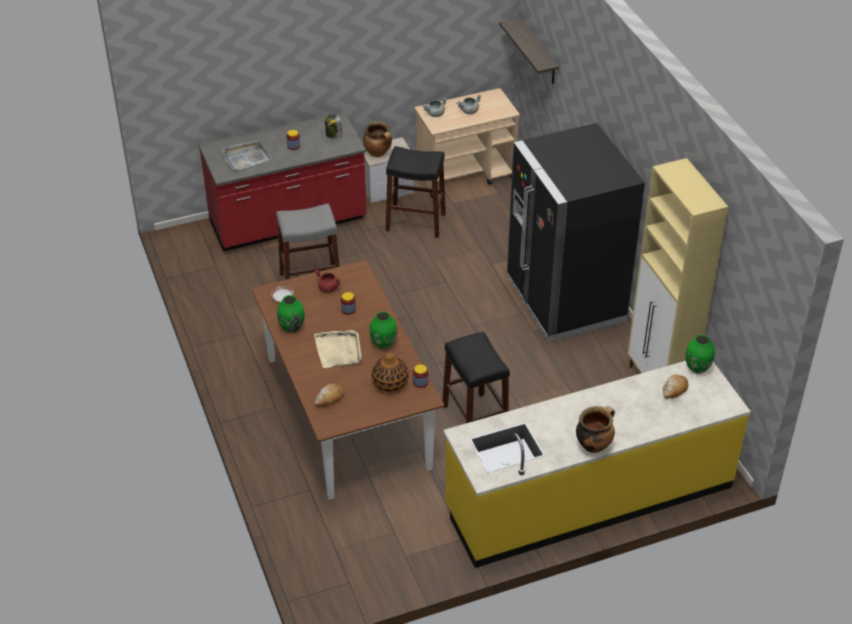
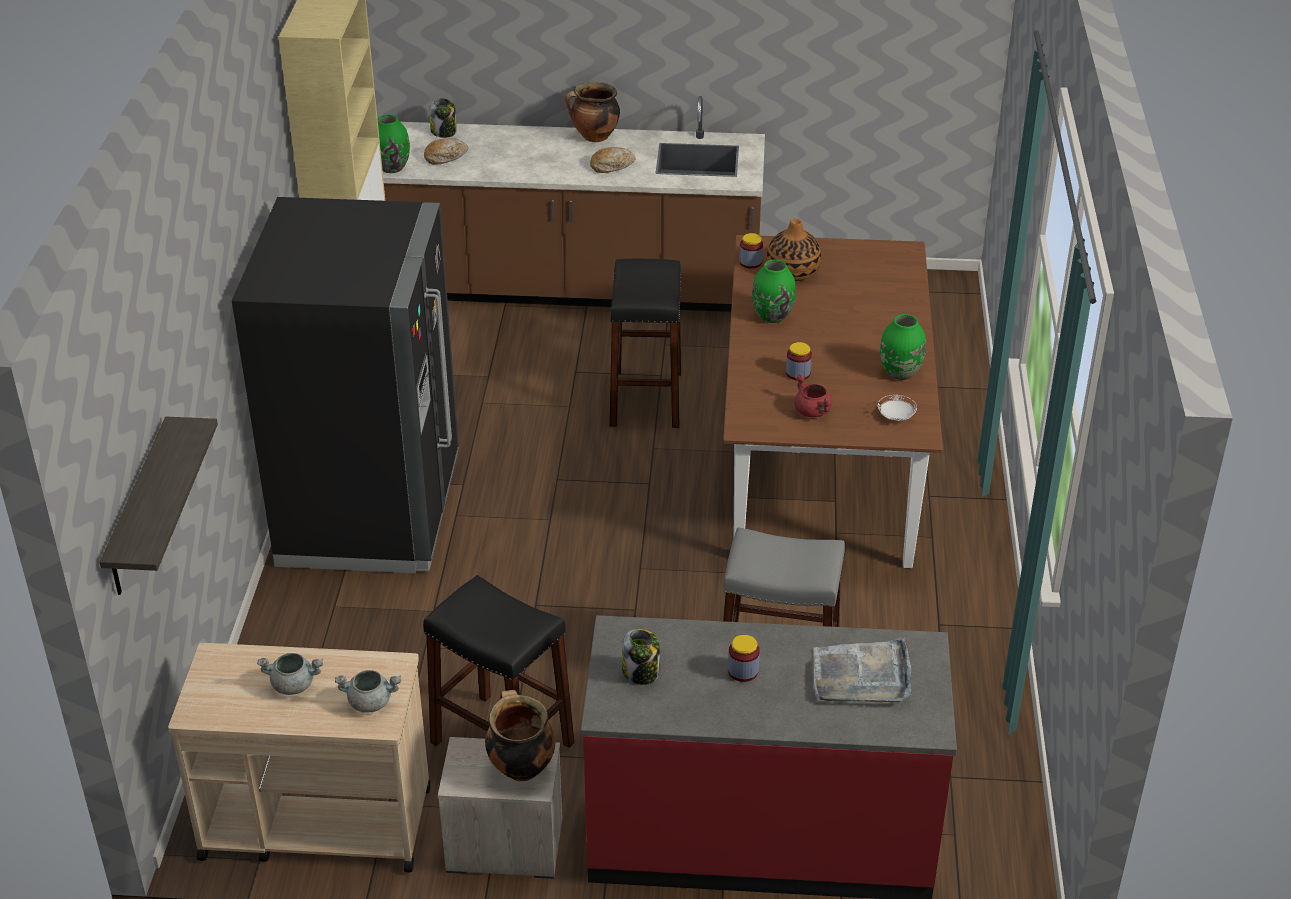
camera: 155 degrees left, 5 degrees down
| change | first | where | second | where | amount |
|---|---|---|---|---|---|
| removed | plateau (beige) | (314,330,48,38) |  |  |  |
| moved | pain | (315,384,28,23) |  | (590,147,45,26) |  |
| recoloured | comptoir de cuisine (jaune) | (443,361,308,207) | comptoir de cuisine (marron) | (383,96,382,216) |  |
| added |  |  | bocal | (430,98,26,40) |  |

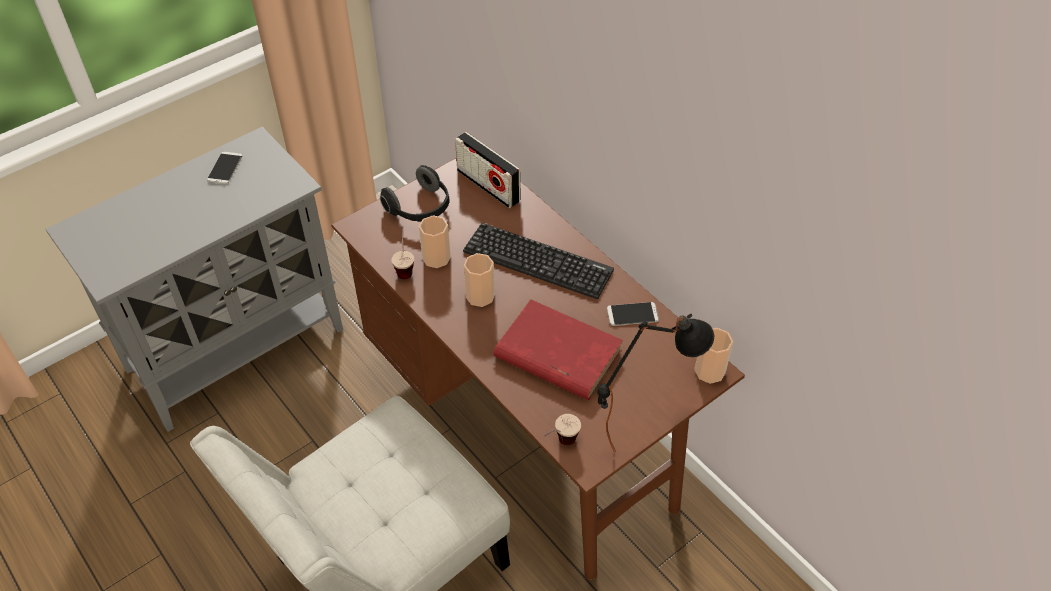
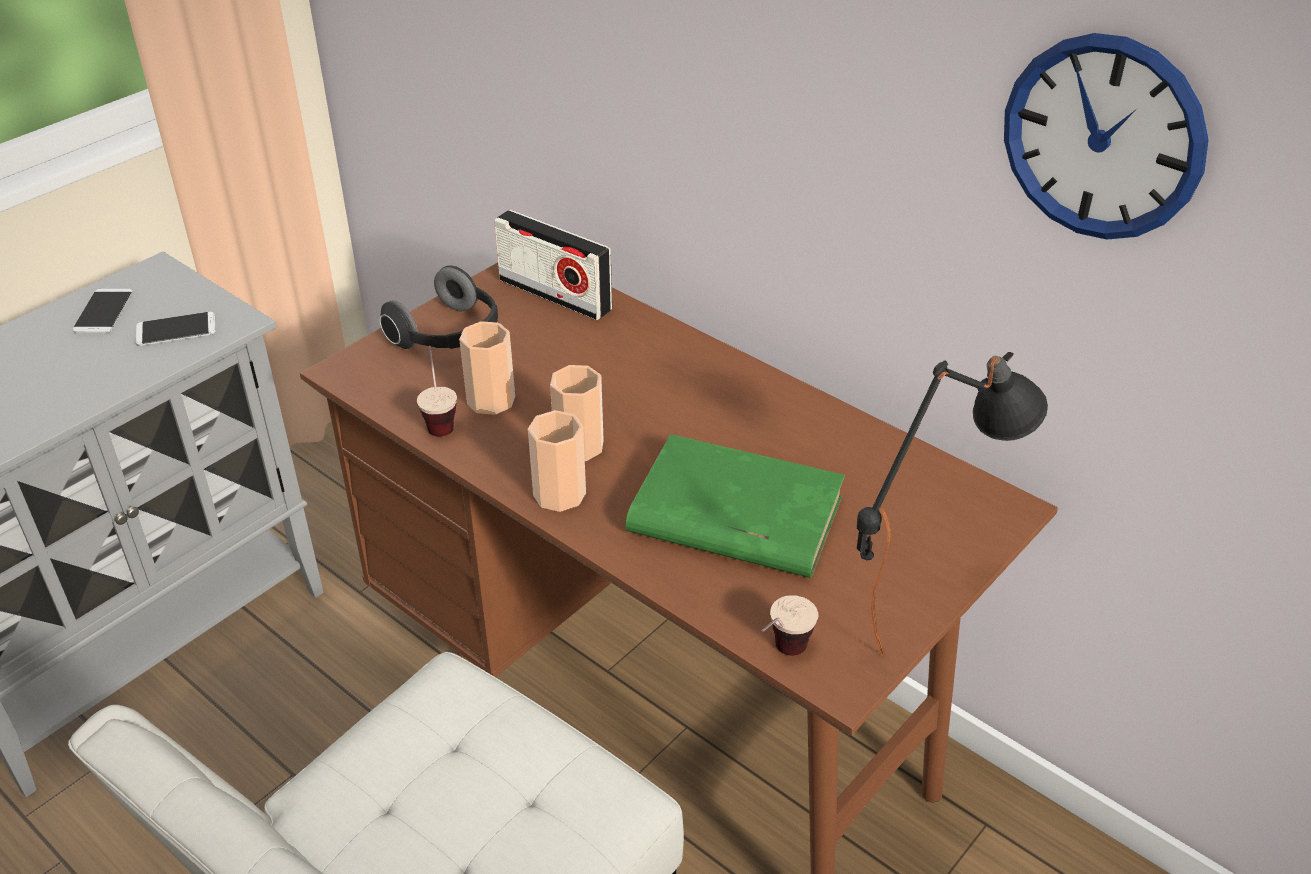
camera: 10 degrees left, 10 degrees down
| change | first | where | second | where | amount |
|---|---|---|---|---|---|
| removed | clavier | (463,223,151,76) |  |  |  |
| recoloured | livre (rouge) | (493,299,130,101) | livre (vert) | (625,434,220,144) |  |
| moved | téléphone | (607,302,52,24) |  | (135,312,81,34) |  |
| moved | tasse | (694,328,39,56) |  | (528,410,58,102) |  |
| added |  |  | horloge murale | (1004,33,205,206) |  |

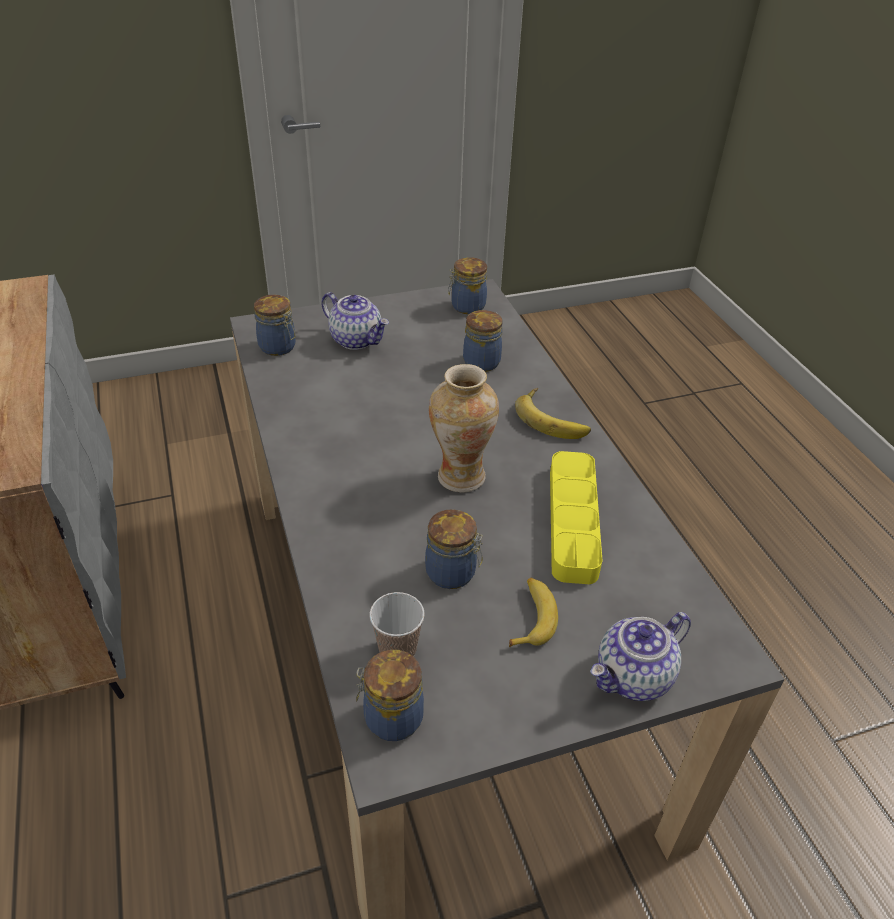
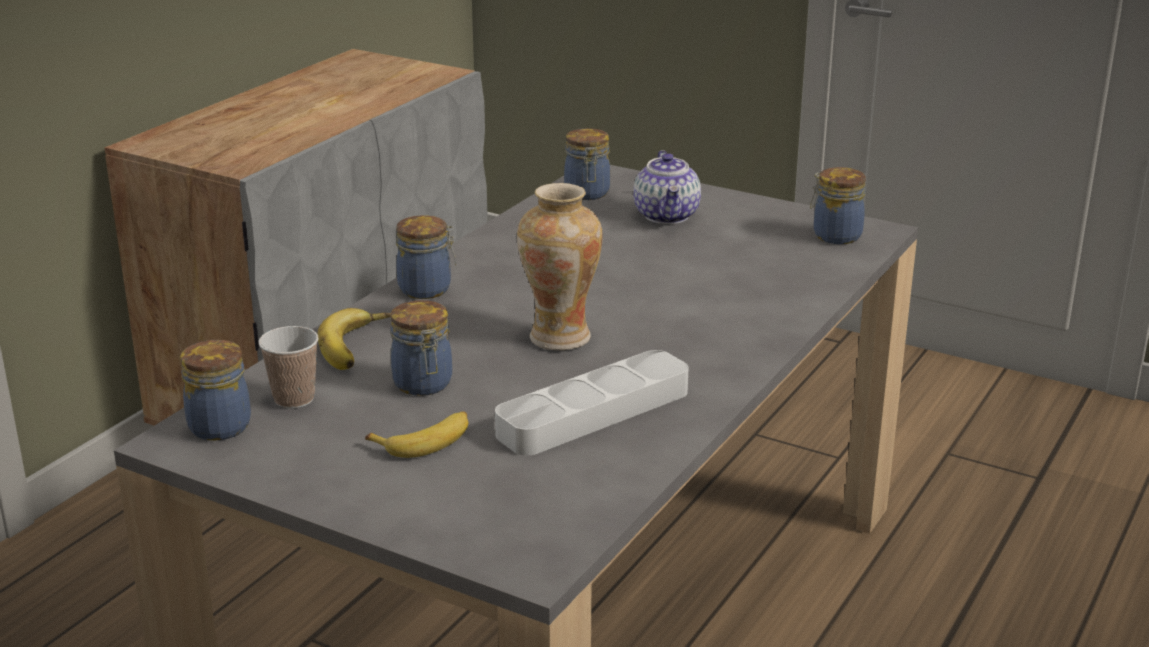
camera: 50 degrees right, 15 degrees down
| change | first | where | second | where | amount |
|---|---|---|---|---|---|
| moved | bocal | (463,310,40,62) |  | (396,215,60,84) |  |
| moved | banane | (515,388,76,51) |  | (317,308,74,62) |  |
| recoloured | plateau (jaune) | (550,451,52,133) | plateau (gris) | (495,350,194,105) |  |
| removed | théière | (590,612,101,89) |  |  |  |

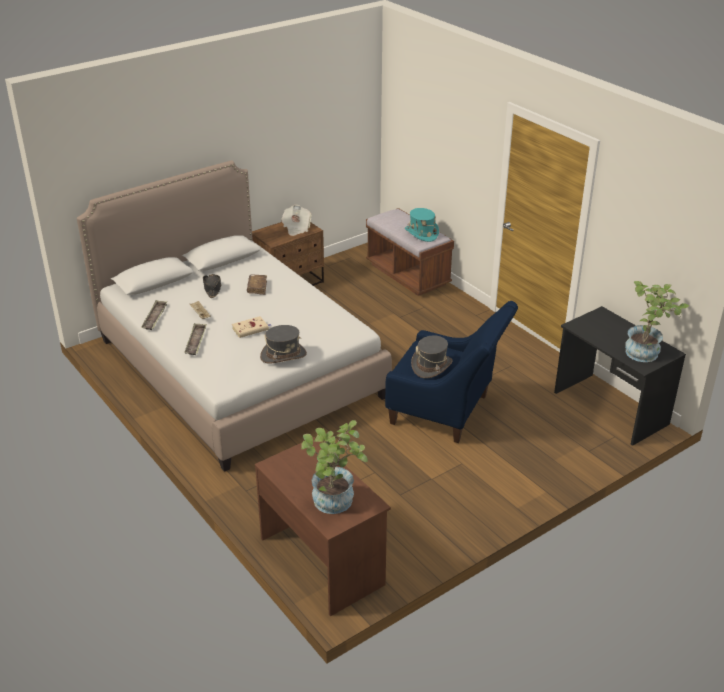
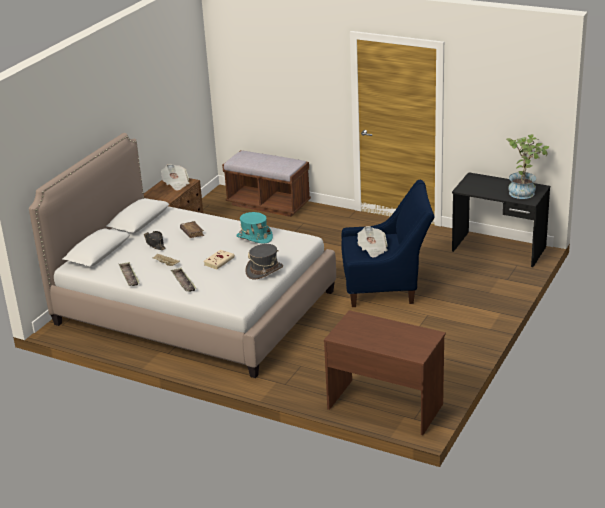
camera: 25 degrees left, 5 degrees down
| change | first | where | second | where | amount |
|---|---|---|---|---|---|
| removed | plante en pot | (301,420,67,94) |  |  |  |
| moved | chapeau (turquoise) | (405,208,34,34) |  | (236,212,37,32) |  |
| replaced | chapeau (gris) | (411,335,42,43) | journal | (357,226,31,32) |  |

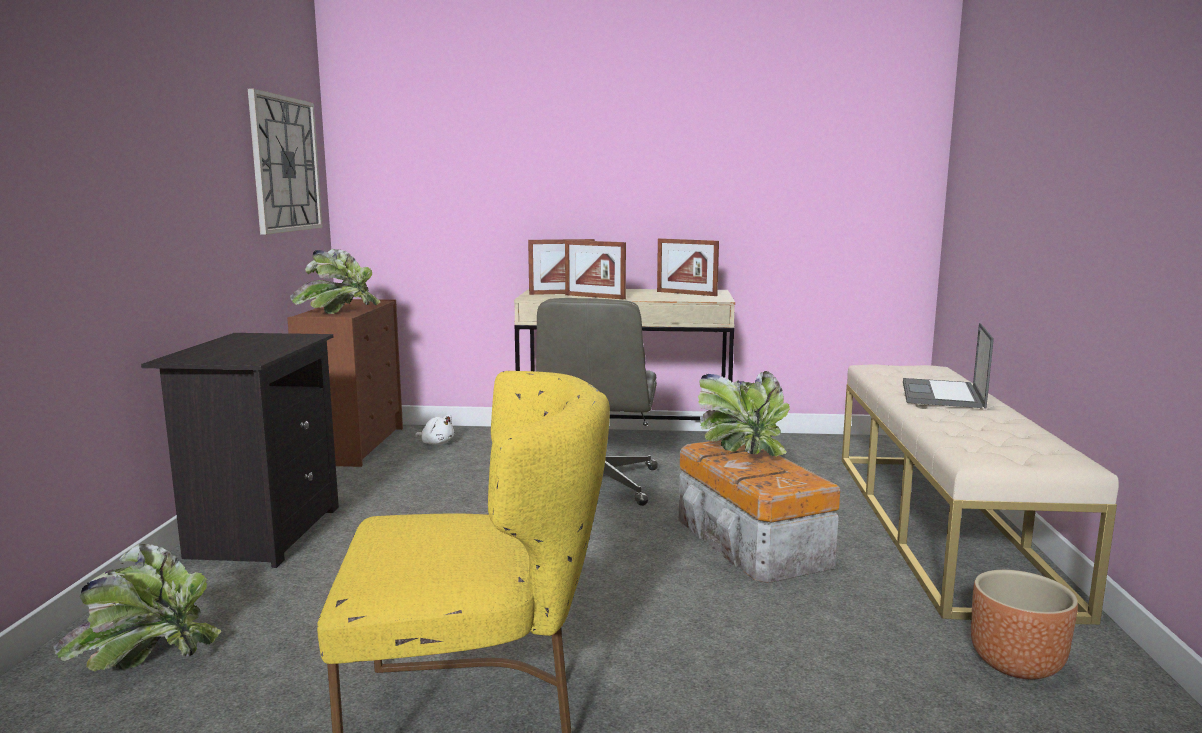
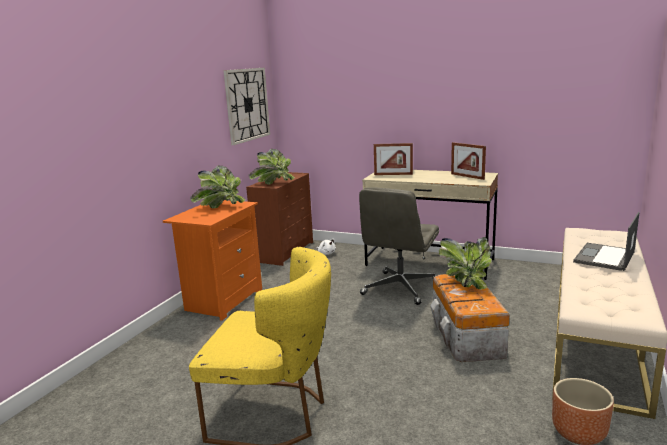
camera: 20 degrees right, 5 degrees up
| change | first | where | second | where | amount |
|---|---|---|---|---|---|
| moved | plante en pot | (53,544,168,128) |  | (190,165,55,43) |  |
| recoloured | table de chevet (noir) | (141,333,198,235) | table de chevet (orange) | (163,200,99,121) |  |
| removed | cadre photo | (565,240,61,59) |  |  |  |

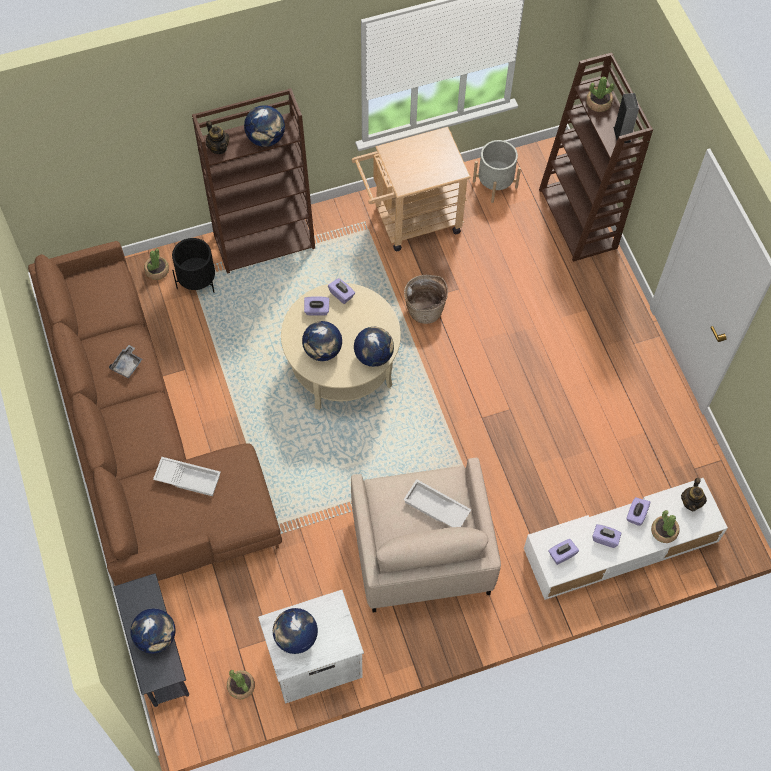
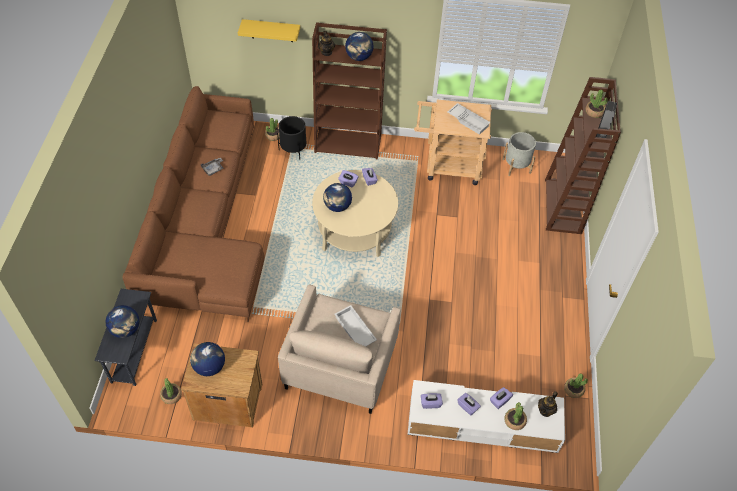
camera: 25 degrees right, 10 degrees down
| change | first | where | second | where | amount |
|---|---|---|---|---|---|
| moved | plateau (blanc) | (153,457,68,39) |  | (448,103,43,32) |  |
| recoloured | table de chevet (blanc) | (258,590,106,114) | table de chevet (marron) | (181,343,81,84) |  |
| removed | globe | (354,327,40,40) |  |  |  |
| removed | panier | (404,275,44,49) |  |  |  |
| added |  |  | étagère (jaune) | (238,19,62,23) |  |
| added |  |  | plante en pot | (564,374,24,24) |  |

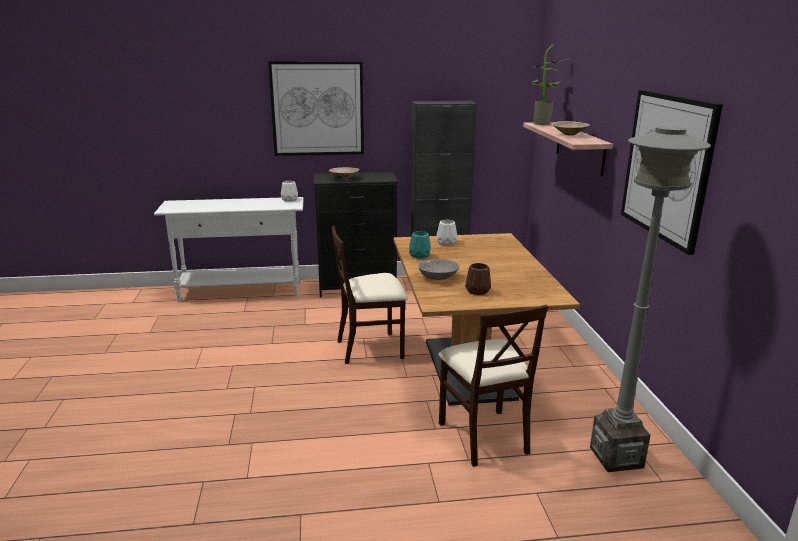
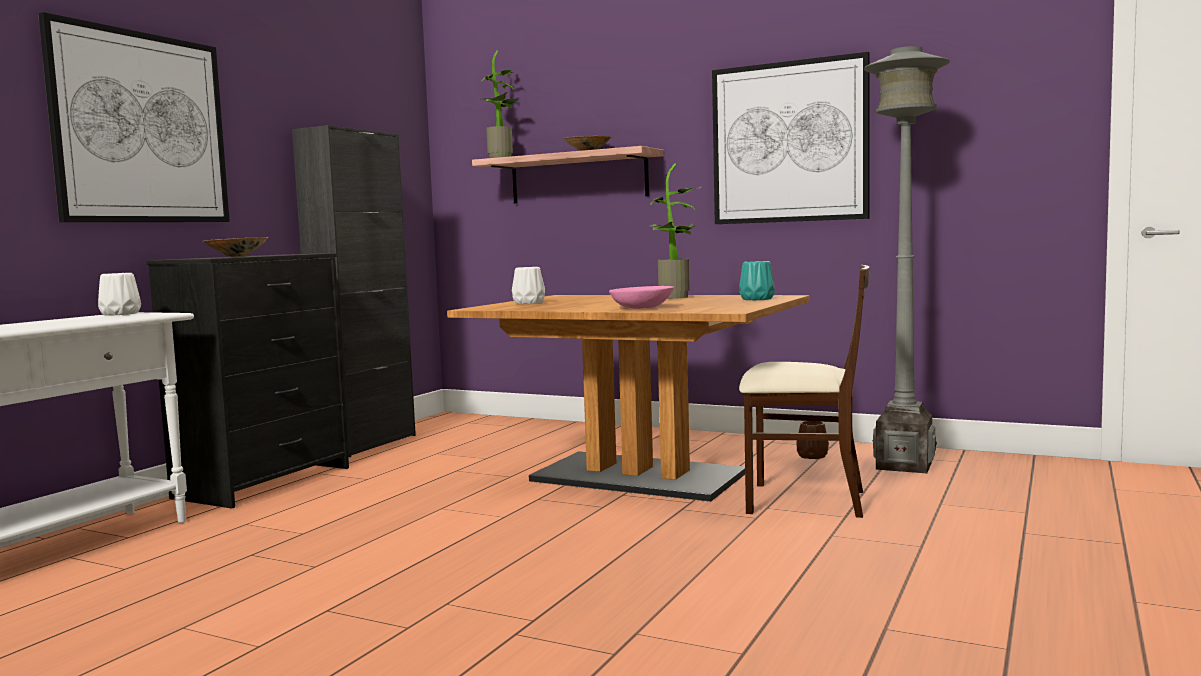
camera: 55 degrees left, 15 degrees down
| change | first | where | second | where | amount |
|---|---|---|---|---|---|
| removed | chaise (beige) | (332,226,75,138) |  |  |  |
| moved | vase (turquoise) | (409,231,22,28) |  | (739,261,36,39) |  |
| recoloured | bol (gris) | (418,259,42,21) | bol (rose) | (609,286,65,23) |  |
| moved | vase (marron) | (465,263,26,32) |  | (796,421,33,38) |  |
| added |  |  | plante en pot | (650,163,52,136) |  |

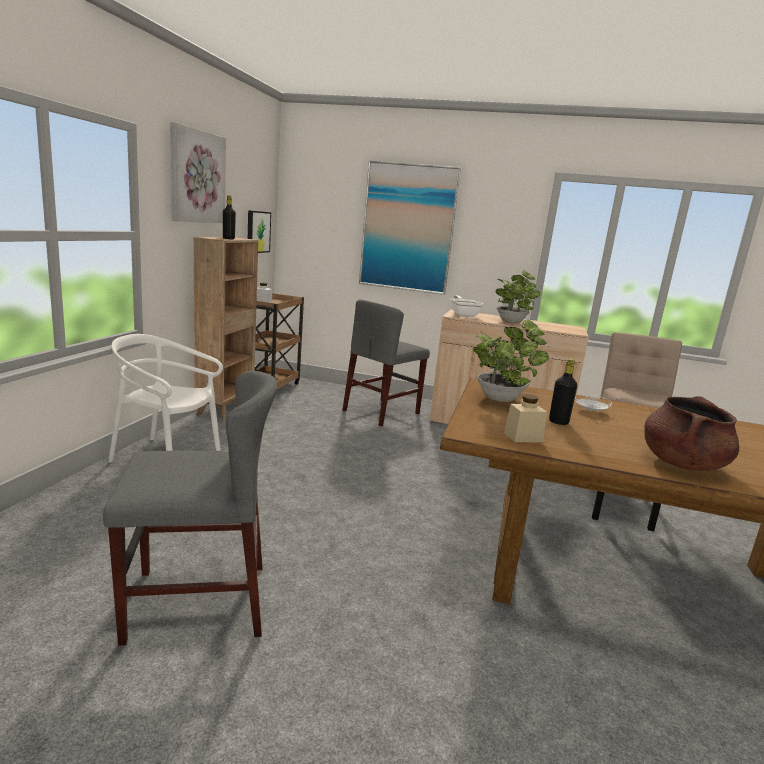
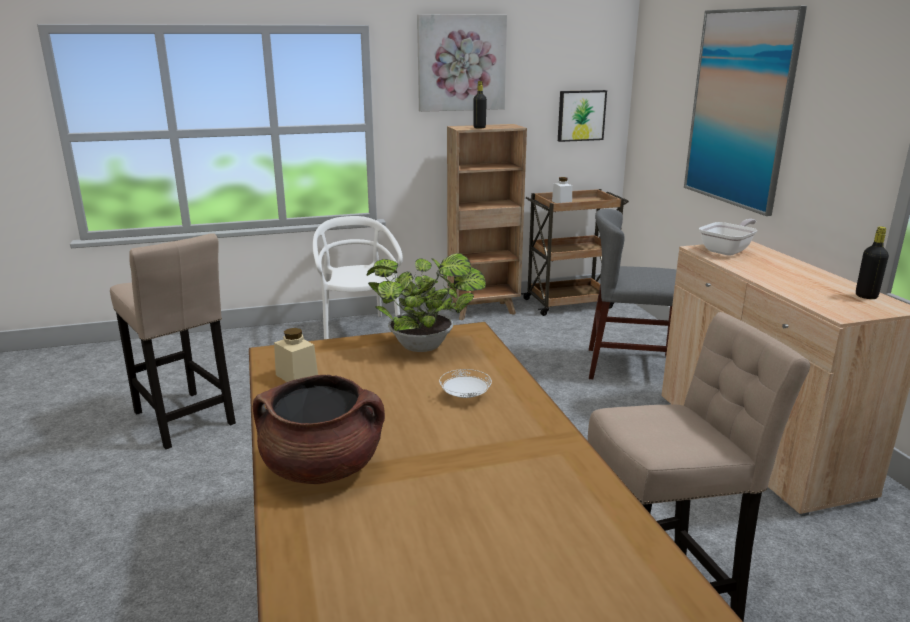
camera: 60 degrees right, 5 degrees up
| change | first | where | second | where | amount |
|---|---|---|---|---|---|
| replaced | chaise (gris) | (103,371,174,275) | tabouret (beige) | (110,233,126,216) |  |
| removed | plante en pot | (496,270,44,53) |  |  |  |
| moved | bouteille (noir) | (549,359,28,66) |  | (856,226,33,73) |  |

